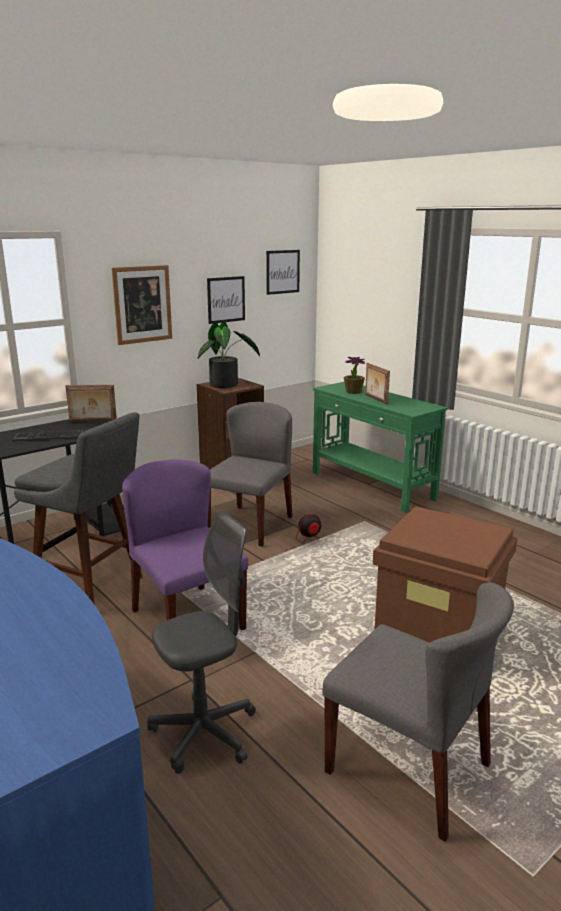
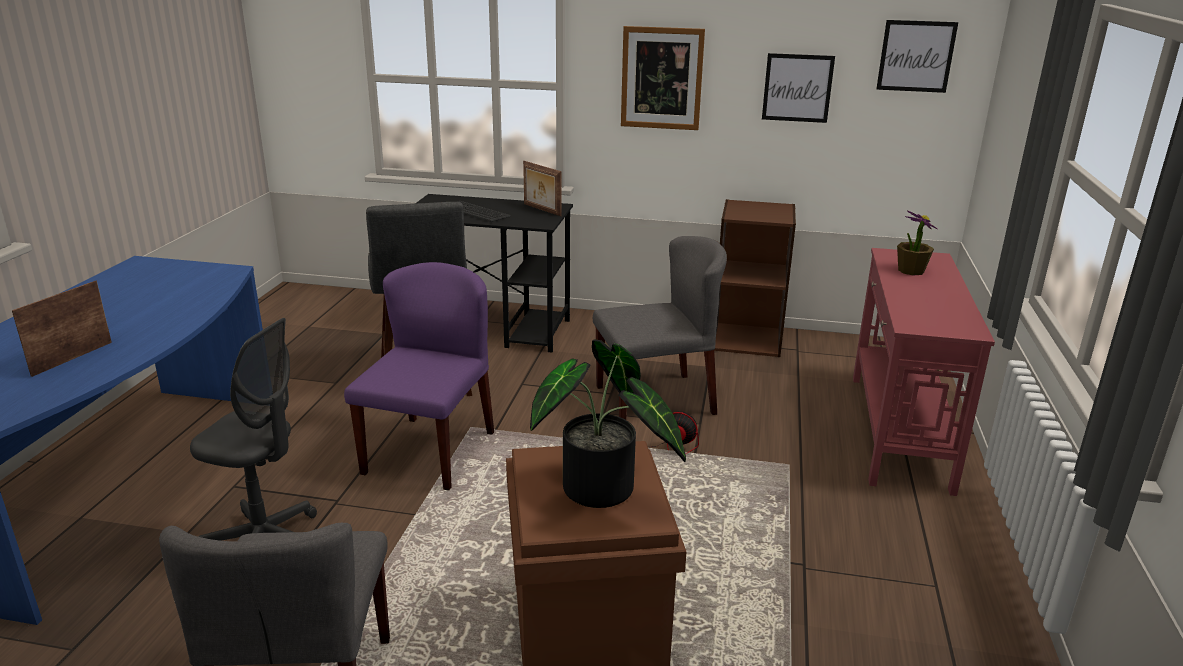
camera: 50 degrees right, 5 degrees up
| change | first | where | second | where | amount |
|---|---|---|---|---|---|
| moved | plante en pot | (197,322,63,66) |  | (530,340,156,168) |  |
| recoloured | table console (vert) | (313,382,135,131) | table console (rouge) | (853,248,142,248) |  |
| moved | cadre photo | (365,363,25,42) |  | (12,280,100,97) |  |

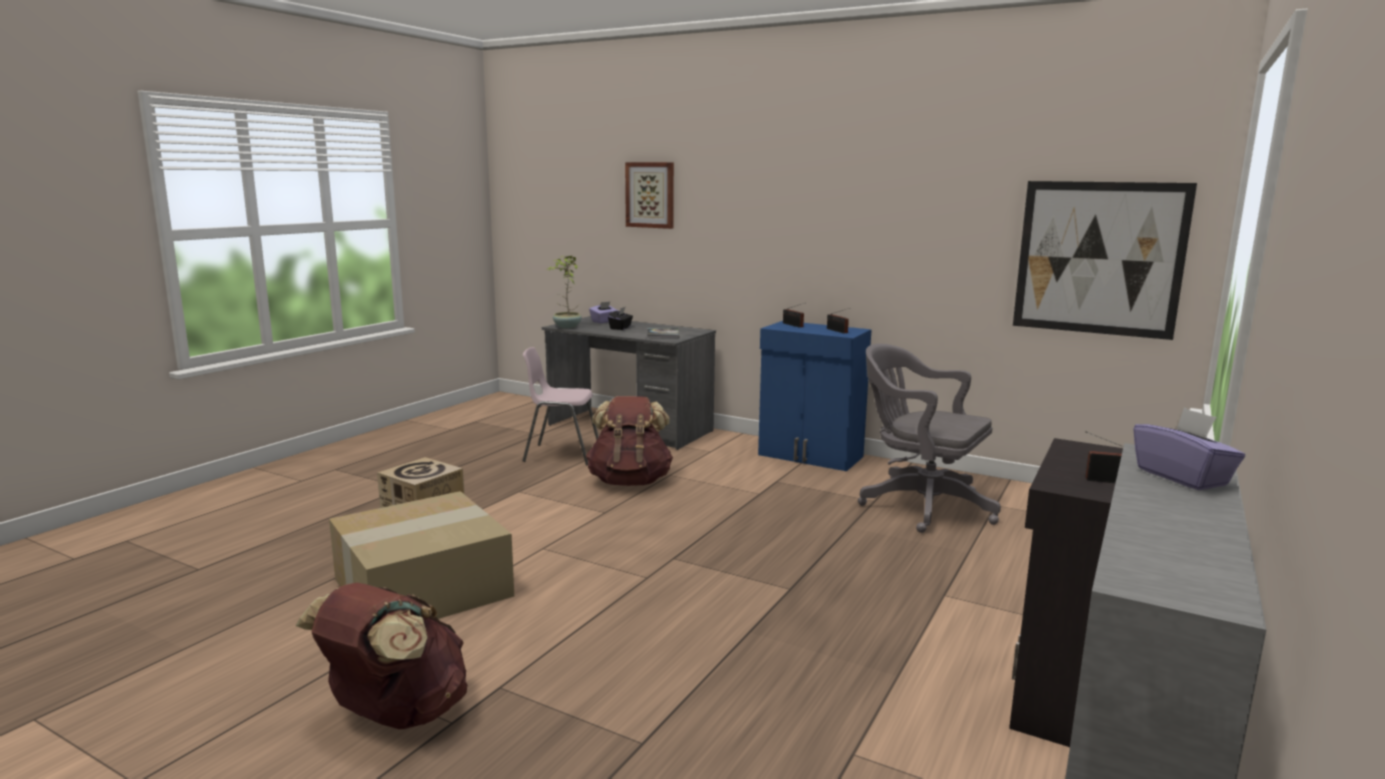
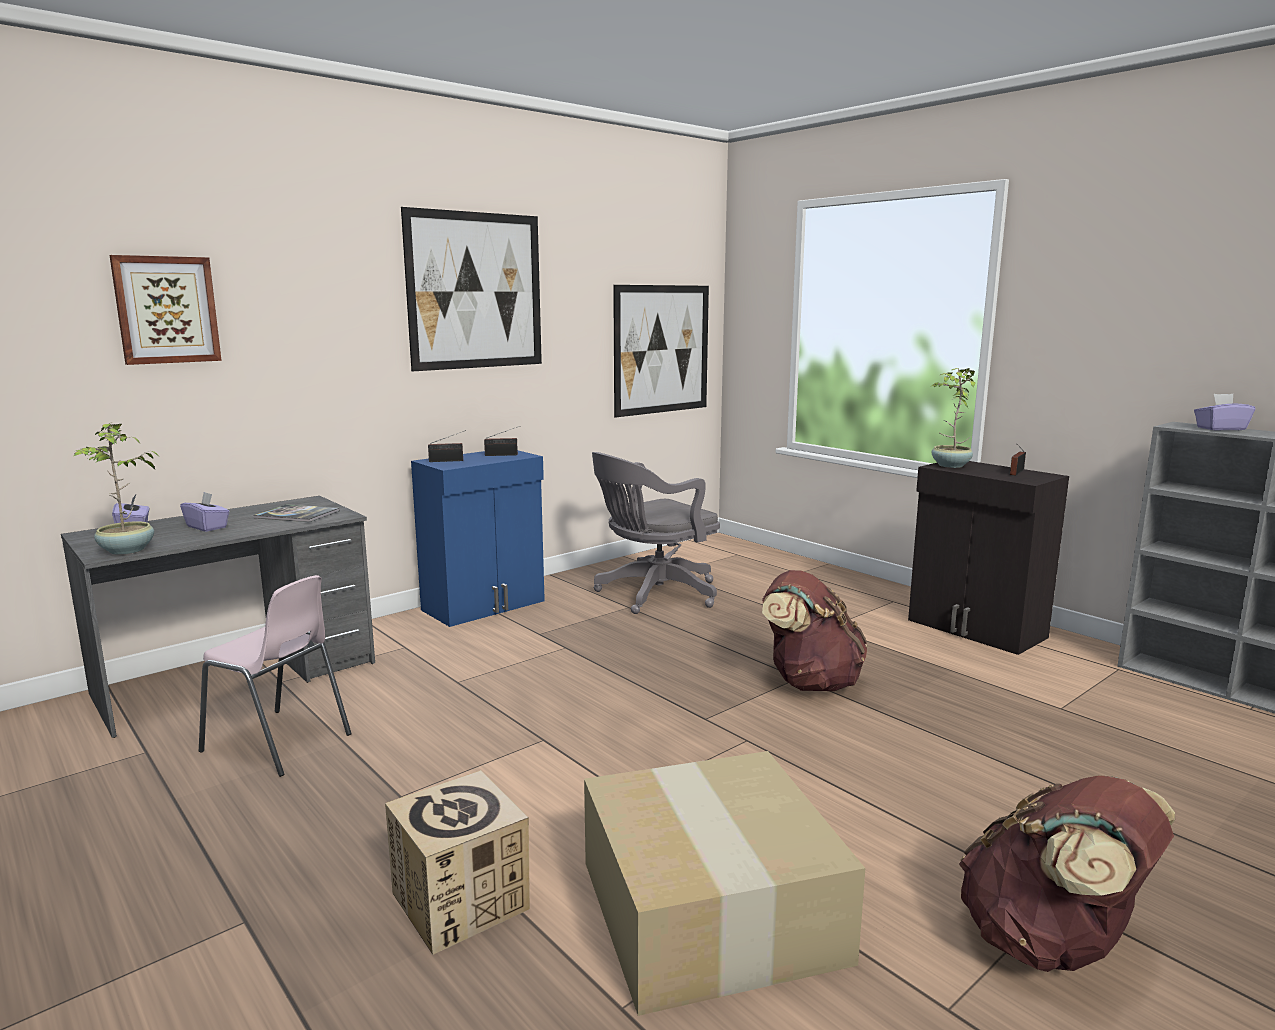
camera: 70 degrees left, 0 degrees up
| change | first | where | second | where | amount |
|---|---|---|---|---|---|
| turned | chaise (rose) | (522,347,77,119) |  | (199,575,153,202) | 90 degrees counterclockwise |
| moved | sac à dos (marron) | (586,396,87,90) |  | (762,570,106,121) |  |
| recoloured | boîte à mouchoirs (noir) | (608,307,25,23) | boîte à mouchoirs (violet) | (180,492,50,40) |  |
| added |  |  | tableau | (401,207,141,164) |  |
| added |  |  | plante en pot | (930,368,45,100) |  |

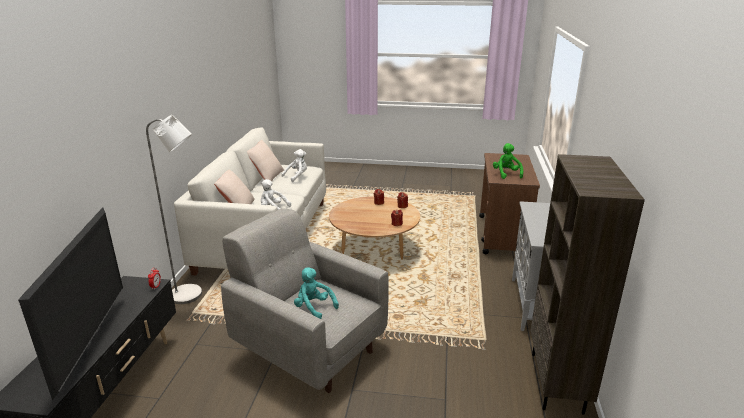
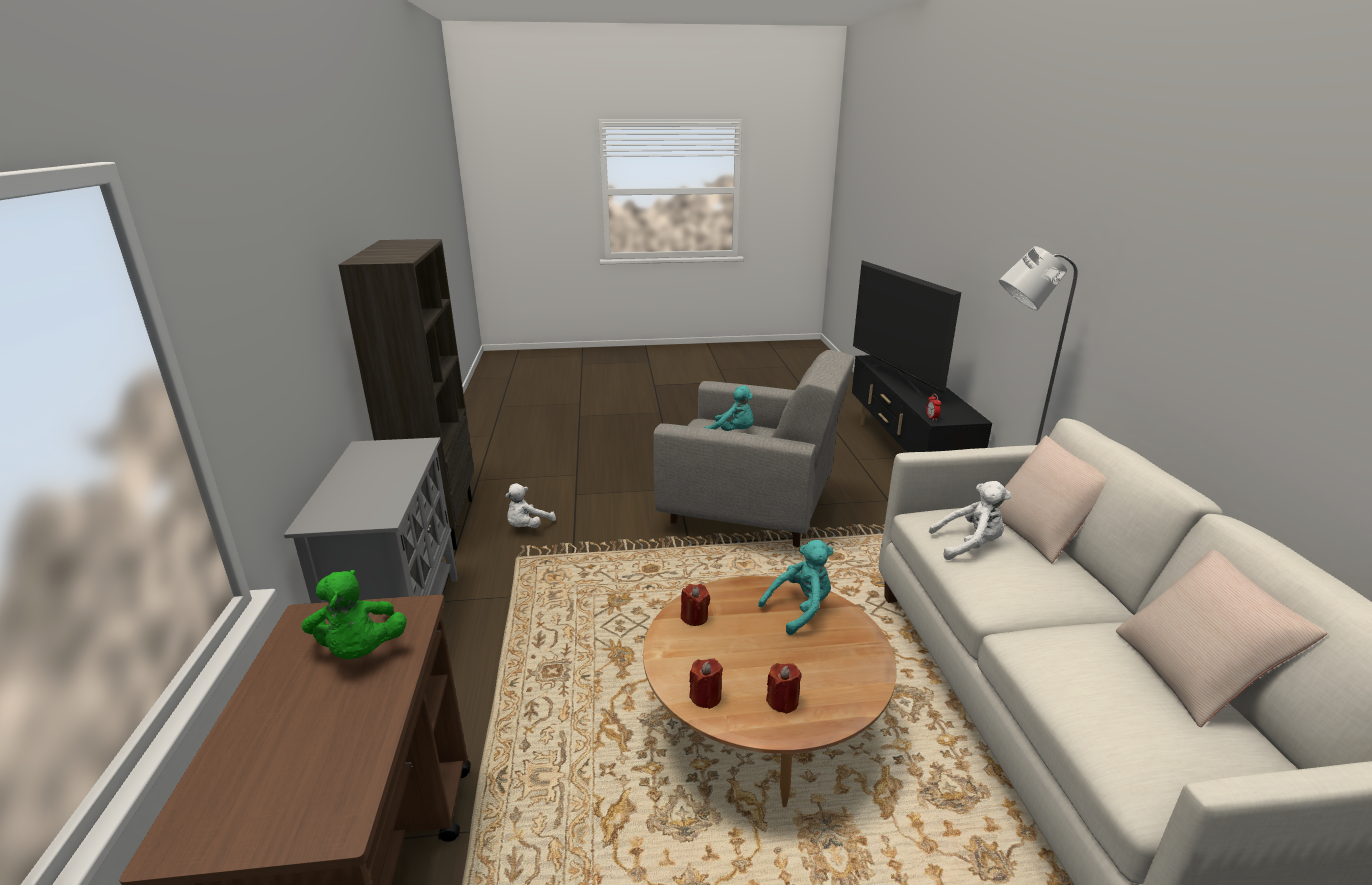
camera: 165 degrees right, 0 degrees up
| change | first | where | second | where | amount |
|---|---|---|---|---|---|
| moved | peluche (blanc) | (282,149,25,33) |  | (505,483,51,45) |  |
| added |  |  | peluche (turquoise) | (758,540,76,95) |  |

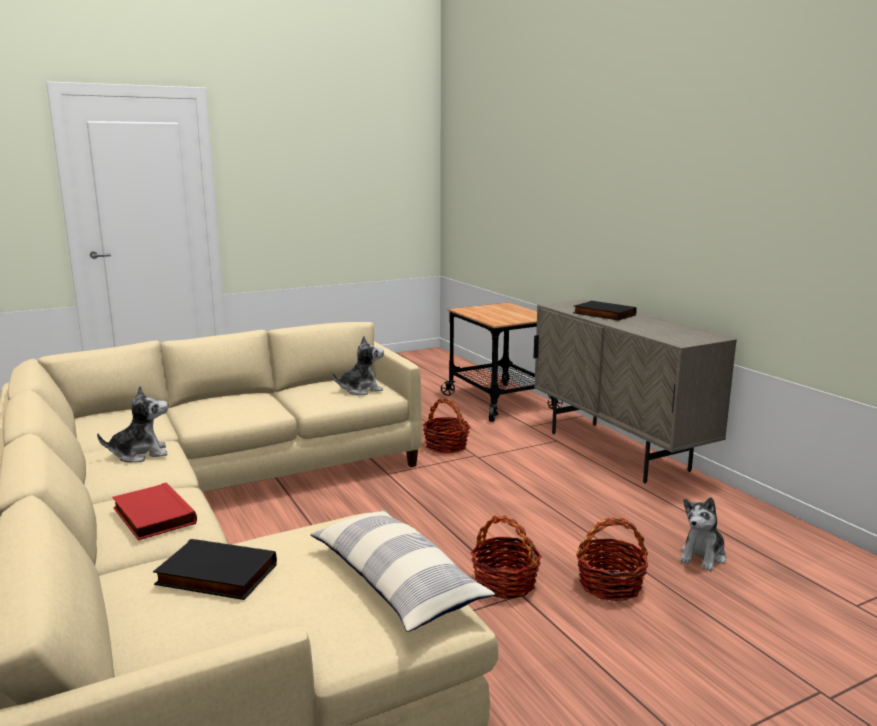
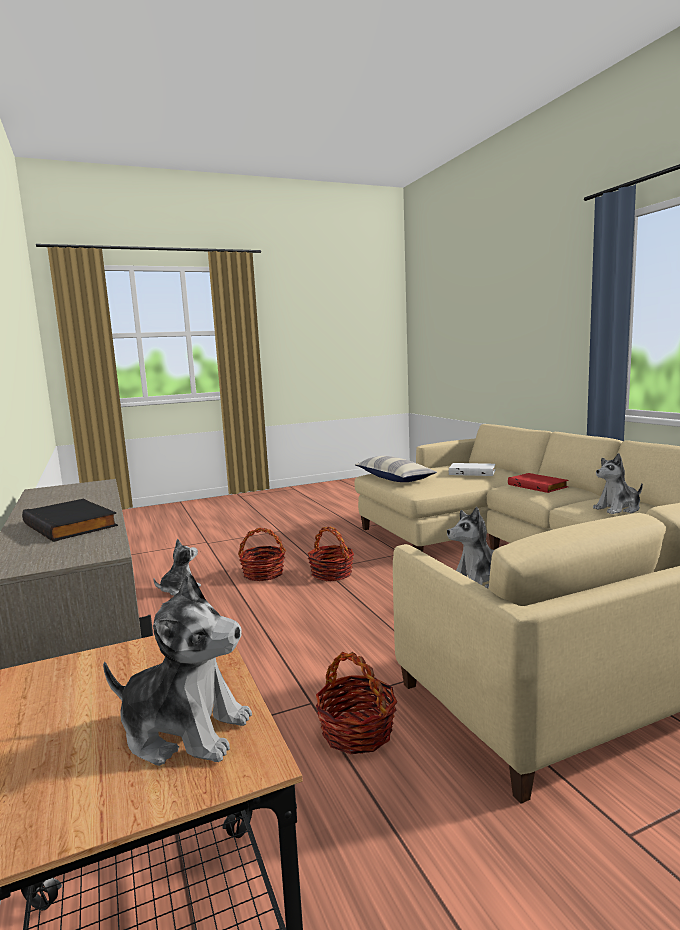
camera: 175 degrees left, 5 degrees down
| change | first | where | second | where | amount |
|---|---|---|---|---|---|
| recoloured | livre (noir) | (153,539,124,61) | livre (blanc) | (449,463,47,13) |  |
| added |  |  | peluche | (103,572,149,194) |  |

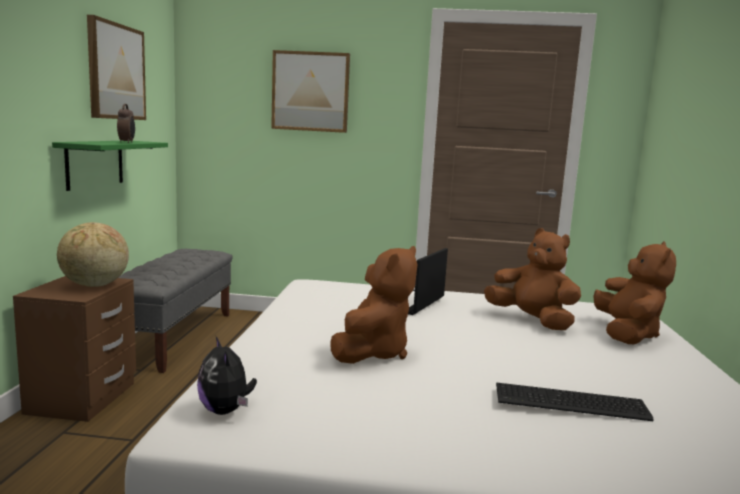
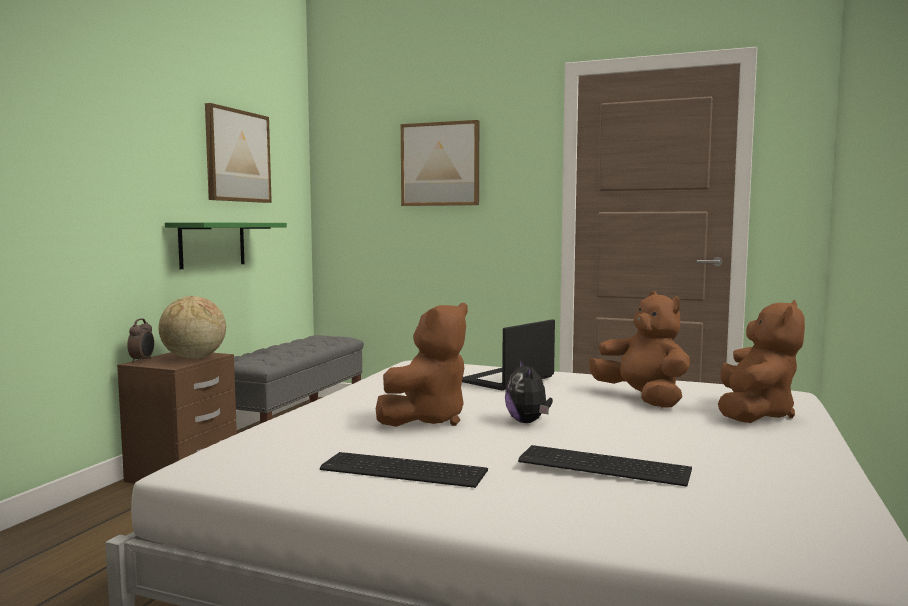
camera: 15 degrees right, 5 degrees down
| change | first | where | second | where | amount |
|---|---|---|---|---|---|
| moved | réveil | (117,104,18,39) |  | (127,318,27,45) |  |
| moved | peluche | (197,337,60,78) |  | (505,359,48,64) |  |
| added |  |  | clavier | (320,452,168,36) |  |

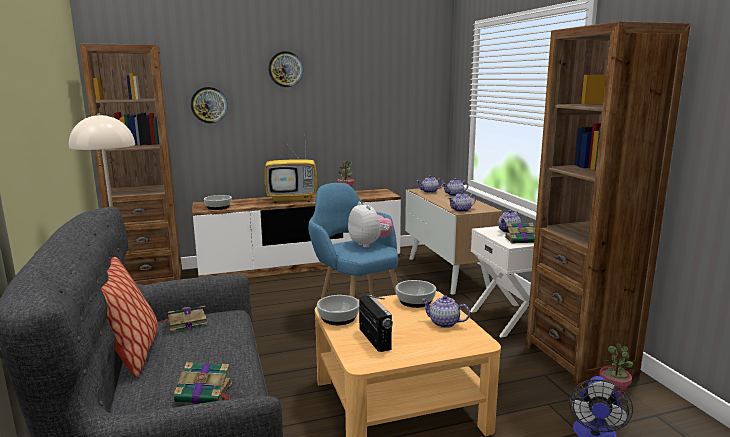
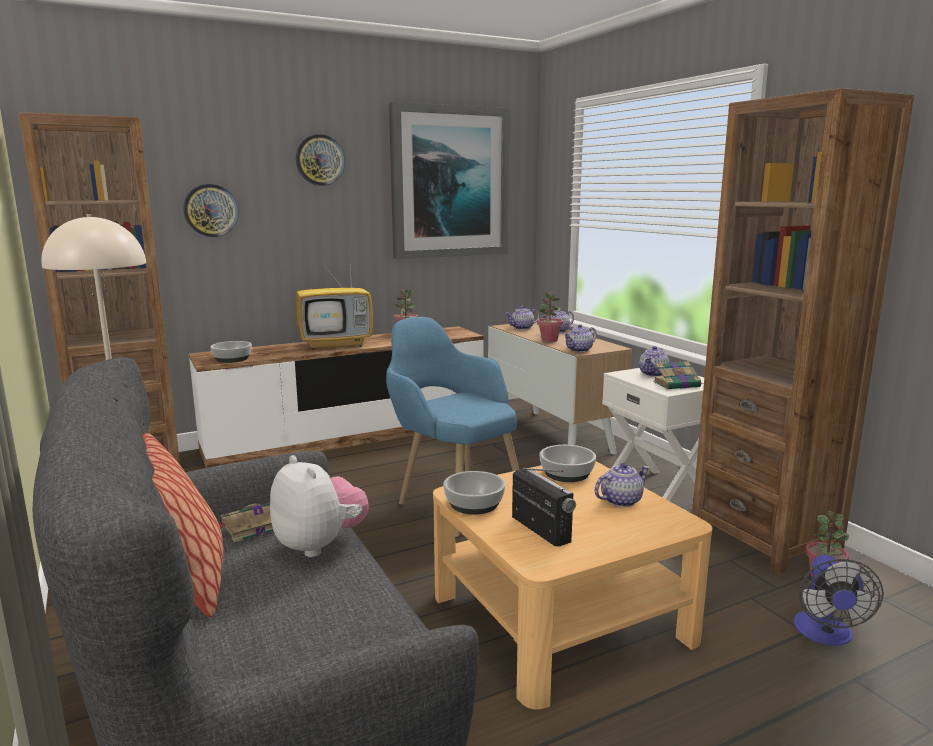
camera: 10 degrees left, 0 degrees up
| change | first | where | second | where | amount |
|---|---|---|---|---|---|
| removed | livre | (174,362,58,42) |  |  |  |
| moved | peluche | (348,202,45,46) |  | (270,455,99,102) |  |
| turned | théière | (421,295,49,33) |  | (595,463,55,44) | 135 degrees clockwise |
| added |  |  | tableau | (389,102,121,157) |  |
| added |  |  | plante en pot | (537,291,26,51) |  |

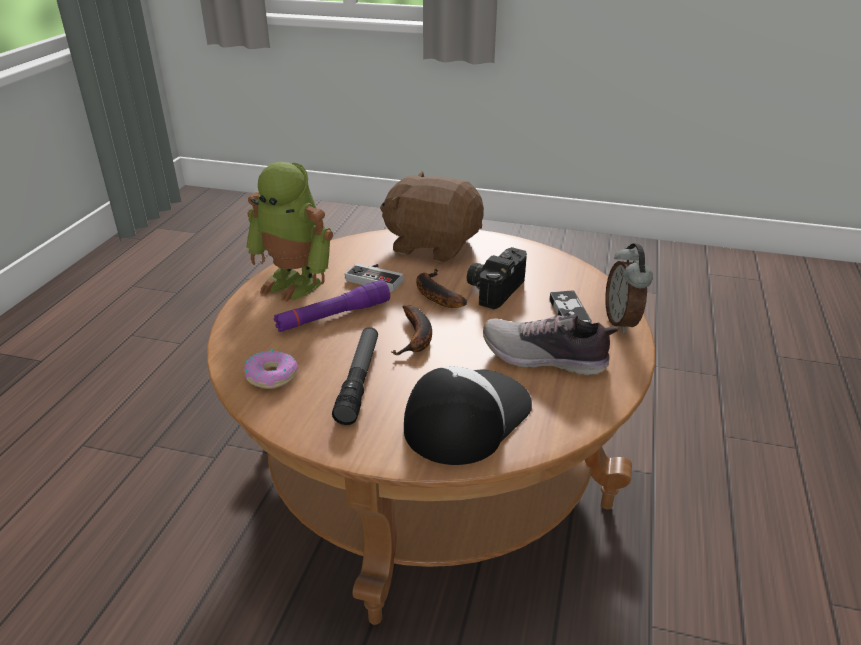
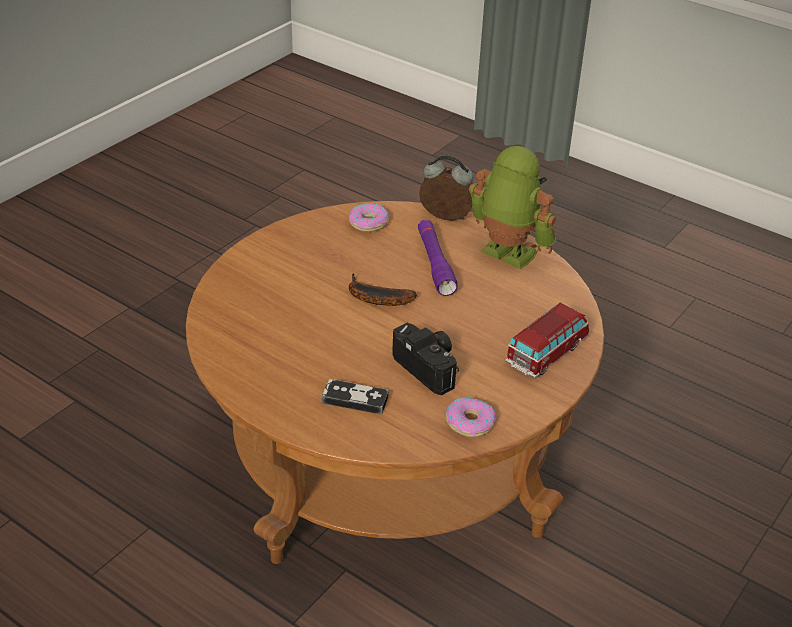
camera: 110 degrees right, 5 degrees up
| change | first | where | second | where | amount |
|---|---|---|---|---|---|
| turned | robot jouet | (246,162,87,140) |  | (469,146,87,123) | 75 degrees clockwise |
| removed | lampe de poche | (332,327,46,98) |  |  |  |
| removed | manette | (345,263,59,29) |  |  |  |
| replaced | peluche (marron) | (380,172,104,90) | petite voiture | (504,302,85,77) |  |
| removed | casquette | (404,366,128,99) |  |  |  |
| removed | banane | (416,269,51,39) |  |  |  |
| removed | chaussure | (483,312,136,64) |  |  |  |
| moved | réveil | (605,243,48,90) |  | (419,156,54,65) |  |
| added |  |  | beignet | (446,397,51,40) |  |

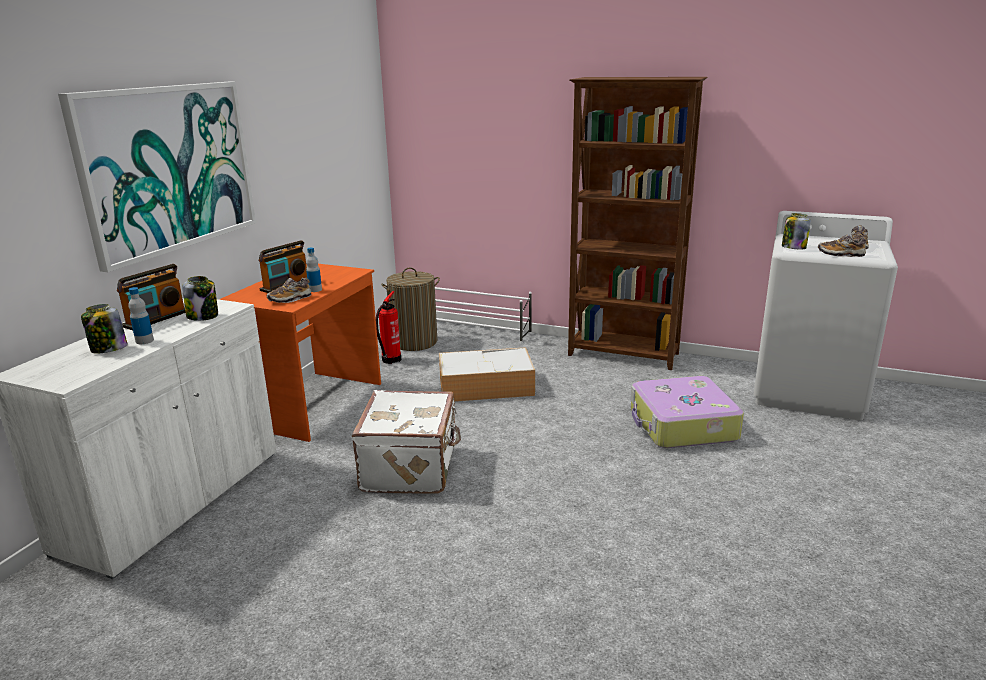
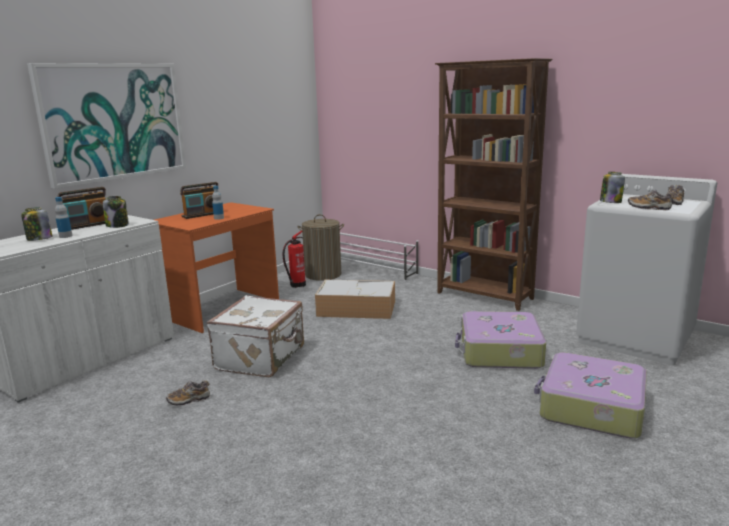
camera: 15 degrees right, 5 degrees down
| change | first | where | second | where | amount |
|---|---|---|---|---|---|
| moved | chaussure | (267,278,45,25) |  | (166,380,44,26) |  |
| added |  |  | valise | (534,352,113,87) |  |

